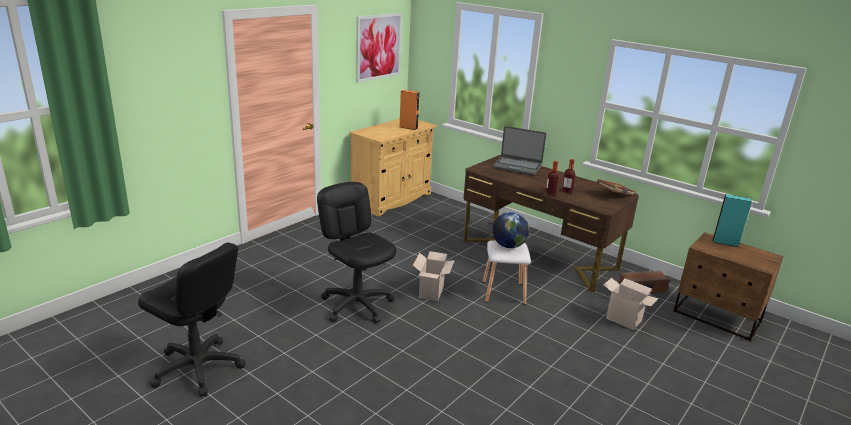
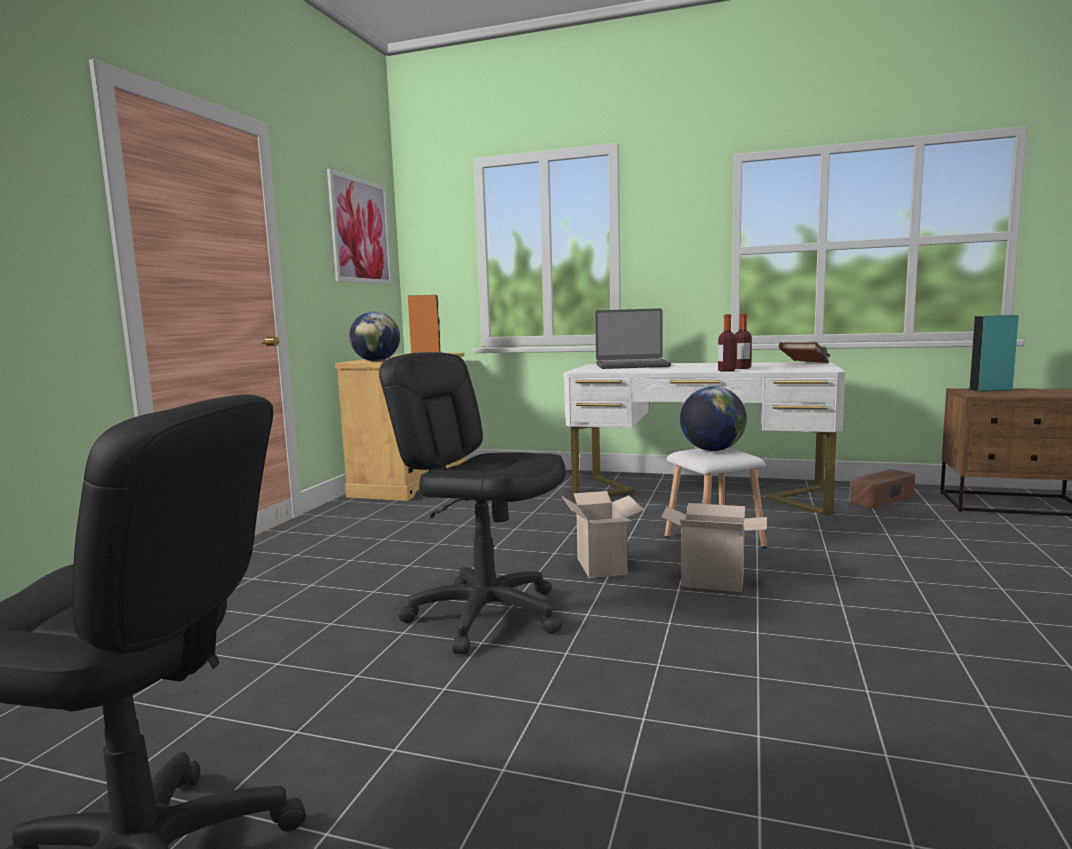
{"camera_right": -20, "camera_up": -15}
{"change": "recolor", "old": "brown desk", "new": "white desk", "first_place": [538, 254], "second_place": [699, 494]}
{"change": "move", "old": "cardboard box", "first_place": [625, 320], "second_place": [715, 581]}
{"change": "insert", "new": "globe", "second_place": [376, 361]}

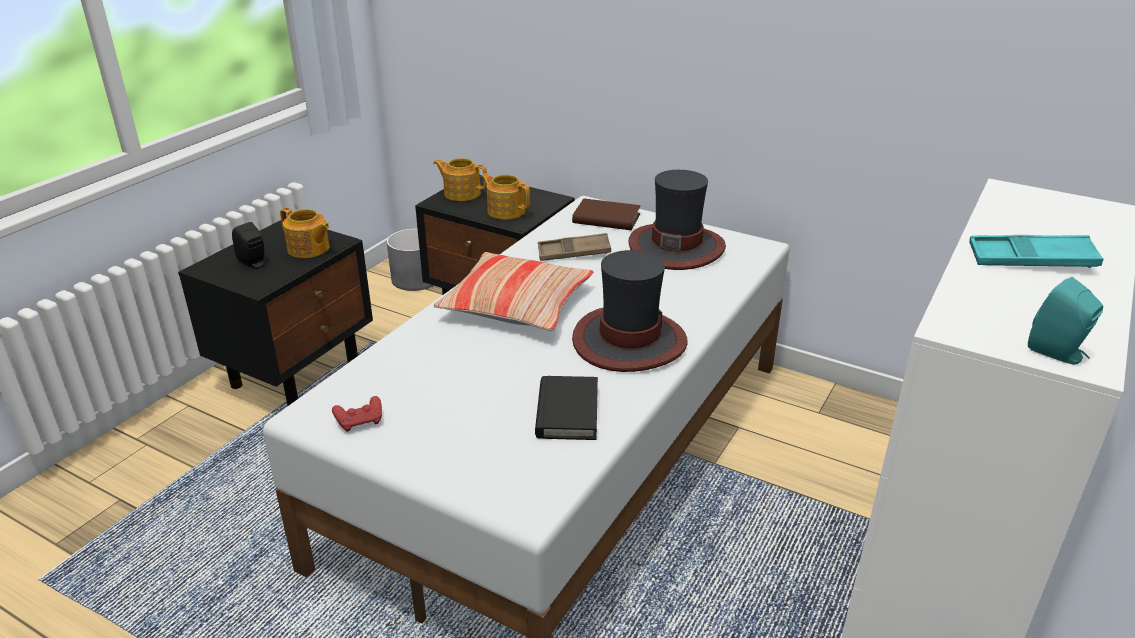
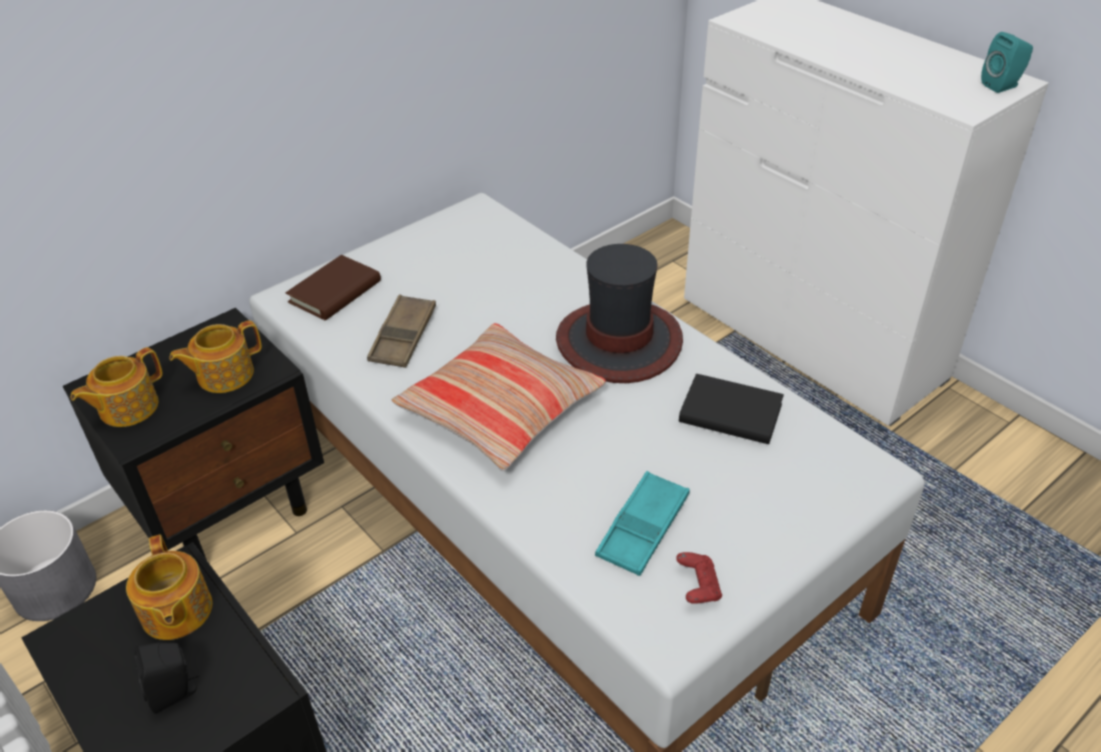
{"camera_right": -70, "camera_up": 10}
{"change": "rotate", "old": "teapot", "first_place": [309, 249], "second_place": [176, 612], "degrees": 105}
{"change": "delete", "old": "hat", "first_place": [676, 247]}
{"change": "move", "old": "turquoise tray", "first_place": [1031, 259], "second_place": [643, 528]}

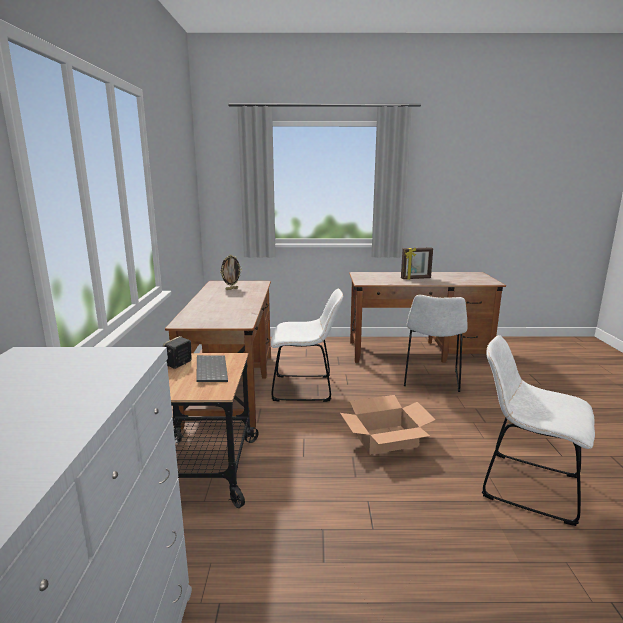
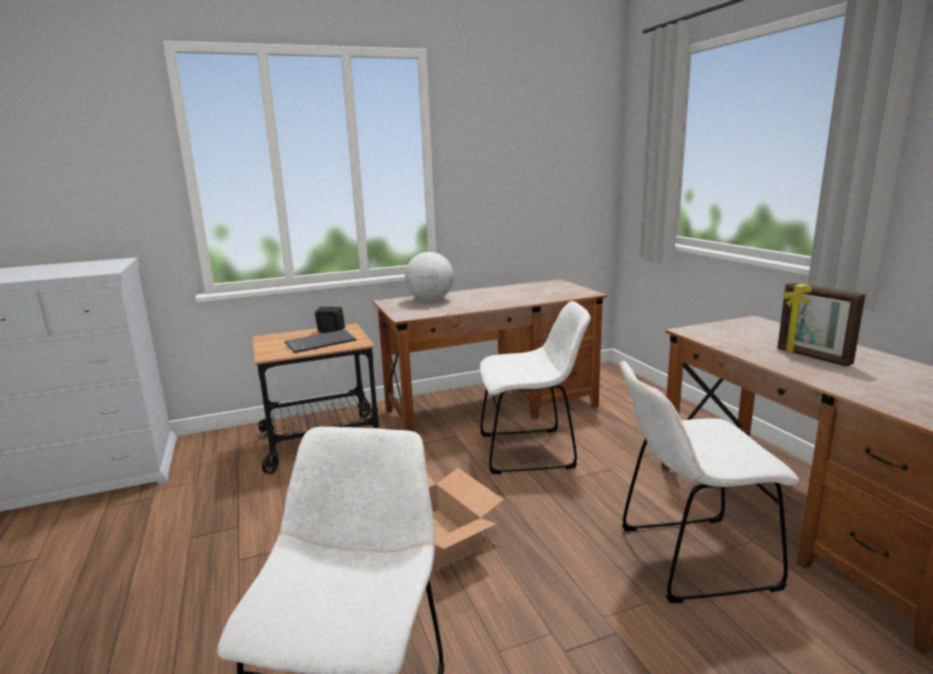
{"camera_right": 70, "camera_up": 0}
{"change": "delete", "old": "picture frame", "first_place": [231, 289]}
{"change": "rotate", "old": "white chair", "first_place": [306, 388], "second_place": [532, 451], "degrees": -75}
{"change": "insert", "new": "globe", "second_place": [430, 300]}

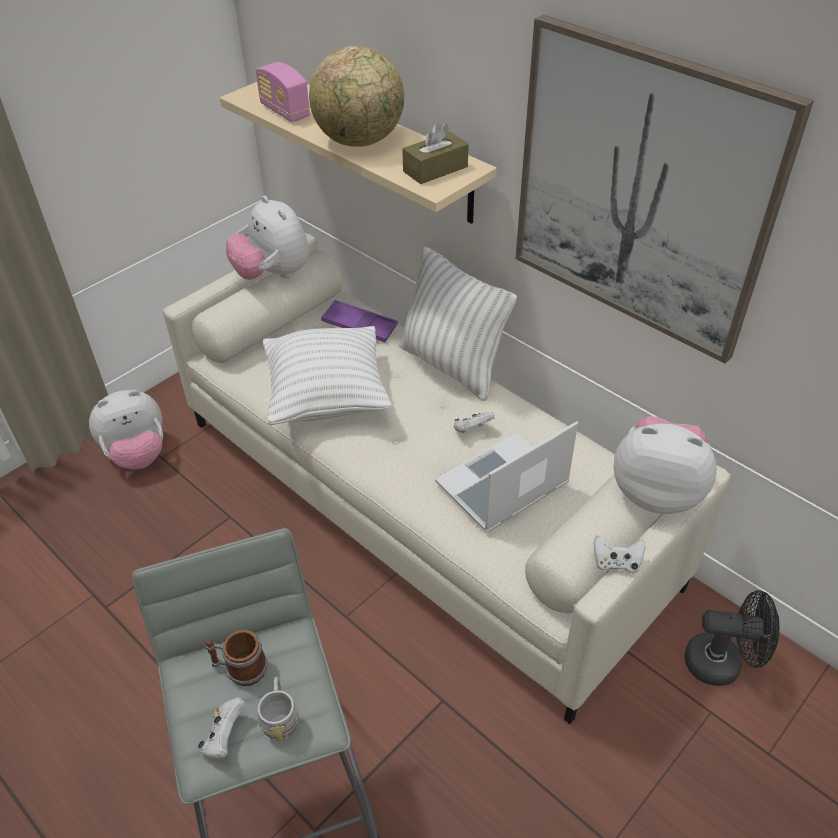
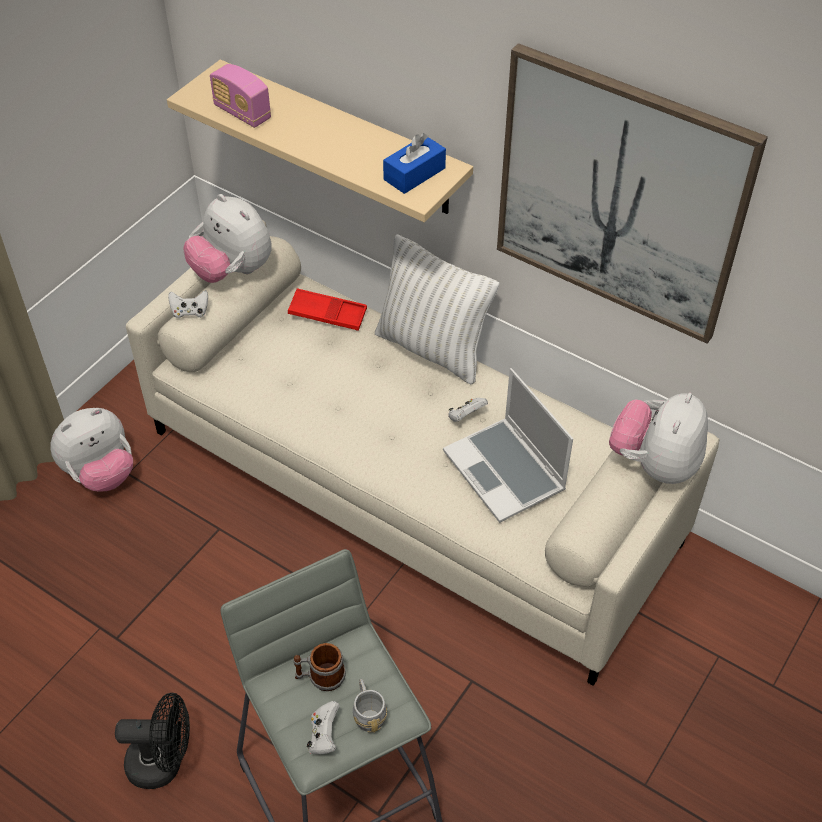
{"camera_right": -10, "camera_up": 5}
{"change": "delete", "old": "white pillow", "first_place": [327, 397]}
{"change": "delete", "old": "globe", "first_place": [360, 141]}
{"change": "recolor", "old": "purple tray", "new": "red tray", "first_place": [359, 326], "second_place": [327, 314]}
{"change": "recolor", "old": "brown tissue box", "new": "blue tissue box", "first_place": [435, 169], "second_place": [414, 174]}
{"change": "rotate", "old": "laptop", "first_place": [502, 486], "second_place": [506, 472], "degrees": -75}
{"change": "move", "old": "white game controller", "first_place": [616, 563], "second_place": [190, 312]}
{"change": "rotate", "old": "plush toy", "first_place": [656, 491], "second_place": [654, 464], "degrees": -75}
{"change": "move", "old": "black fan", "first_place": [722, 663], "second_place": [164, 763]}

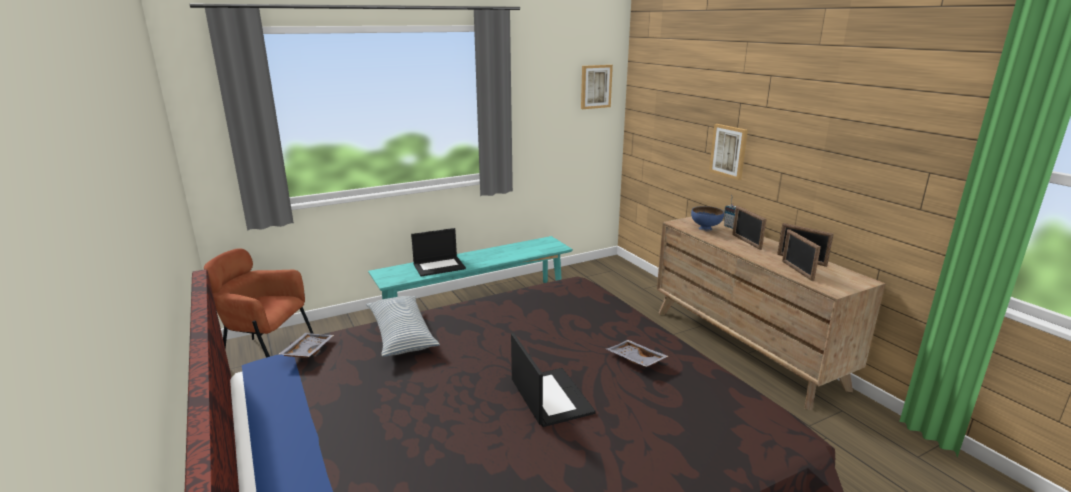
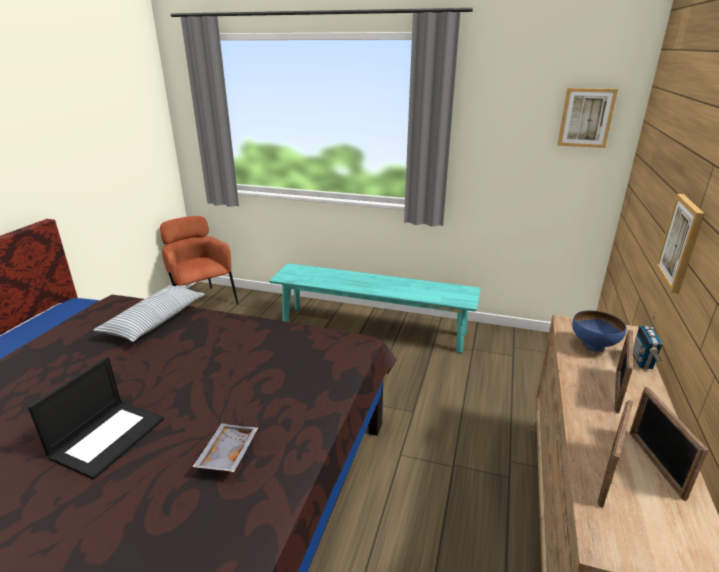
{"camera_right": 45, "camera_up": 5}
{"change": "delete", "old": "grey tray", "first_place": [307, 351]}
{"change": "delete", "old": "laptop", "first_place": [439, 266]}

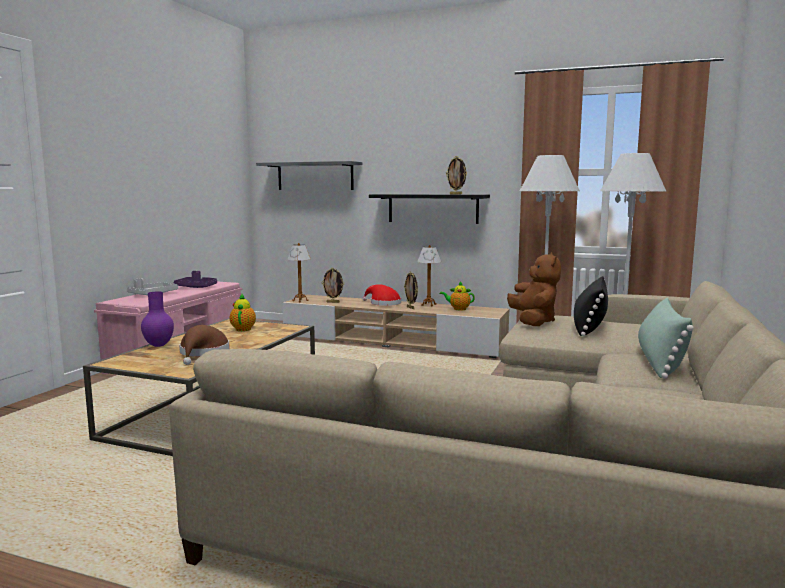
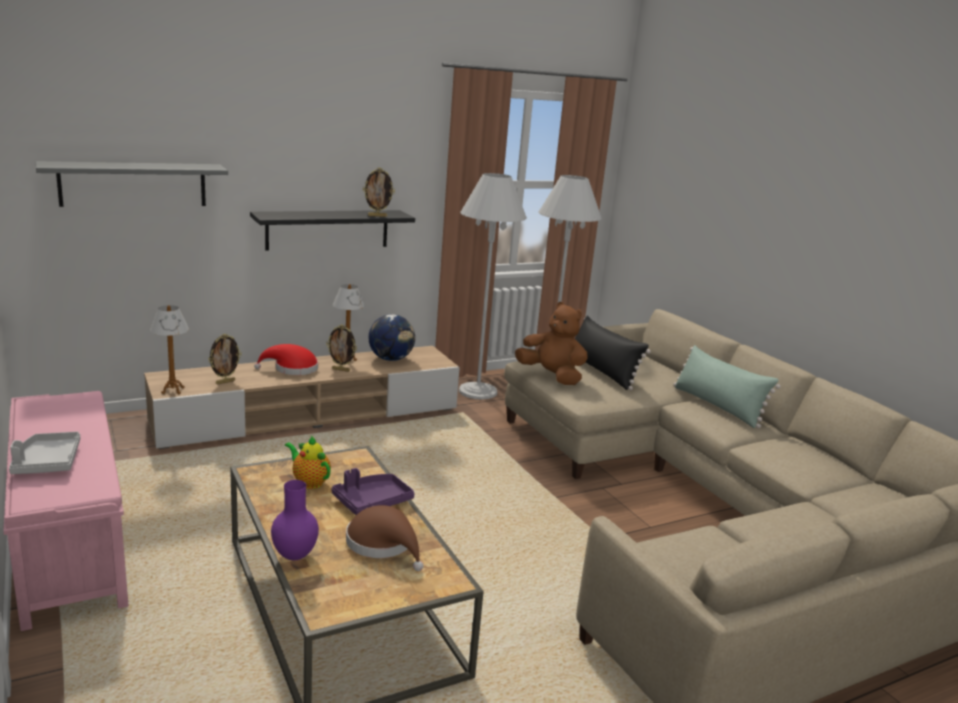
{"camera_right": -50, "camera_up": 10}
{"change": "move", "old": "purple tray", "first_place": [196, 287], "second_place": [372, 502]}
{"change": "replace", "old": "teapot", "new": "globe", "first_place": [458, 309], "second_place": [391, 359]}

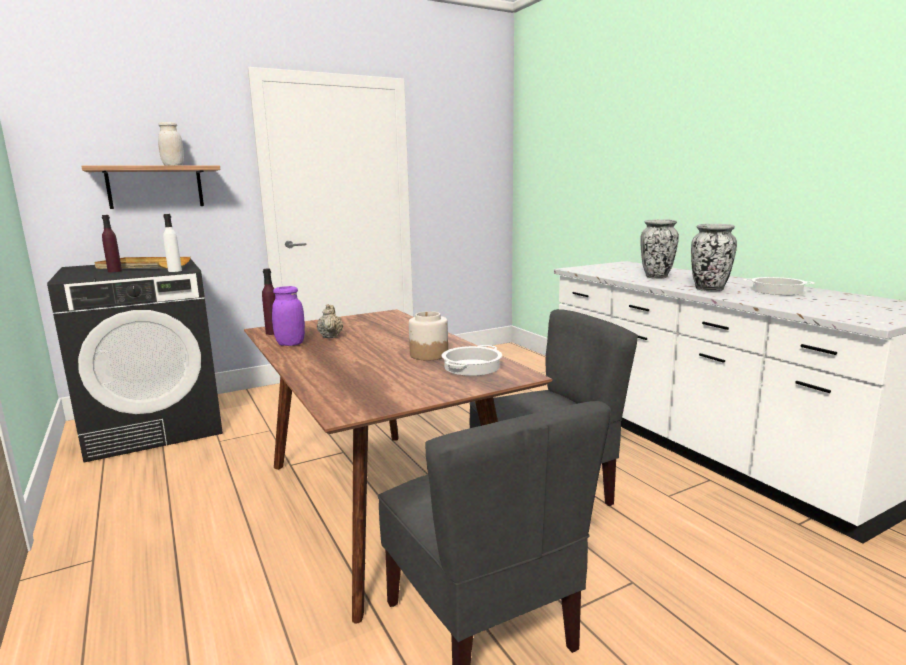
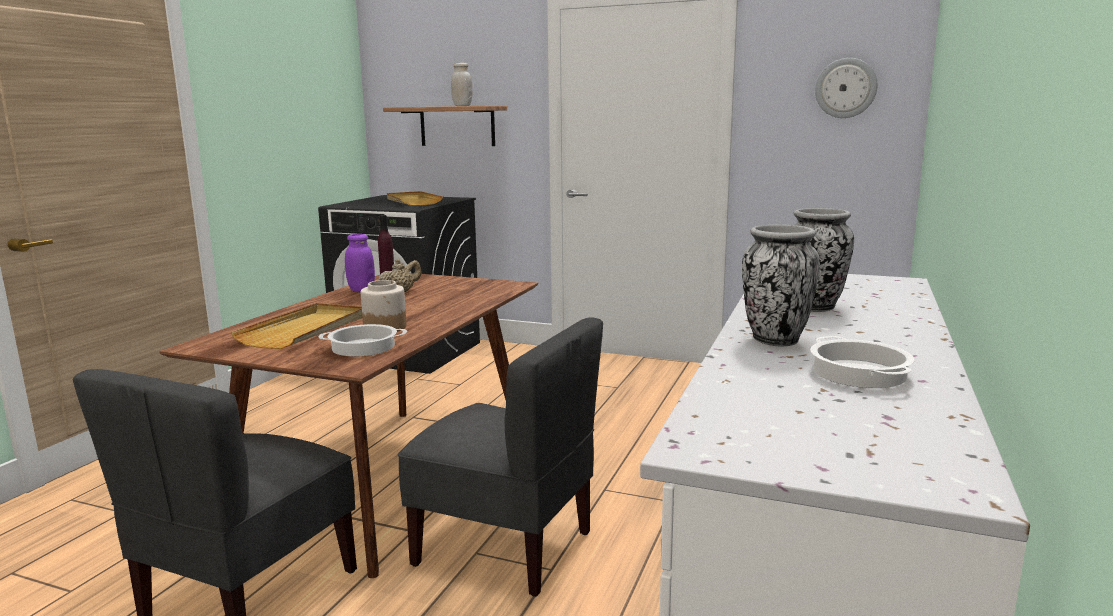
{"camera_right": 50, "camera_up": 0}
{"change": "delete", "old": "purple bottle", "first_place": [114, 271]}
{"change": "delete", "old": "white bottle", "first_place": [175, 271]}
{"change": "insert", "new": "beige tray", "second_place": [305, 329]}
{"change": "insert", "new": "wall clock", "second_place": [845, 88]}

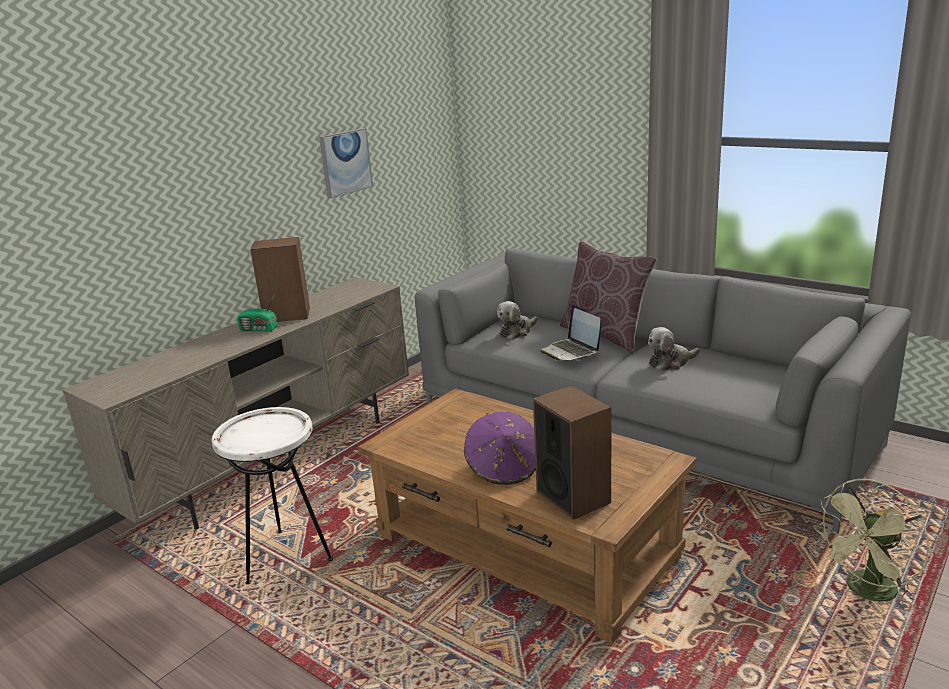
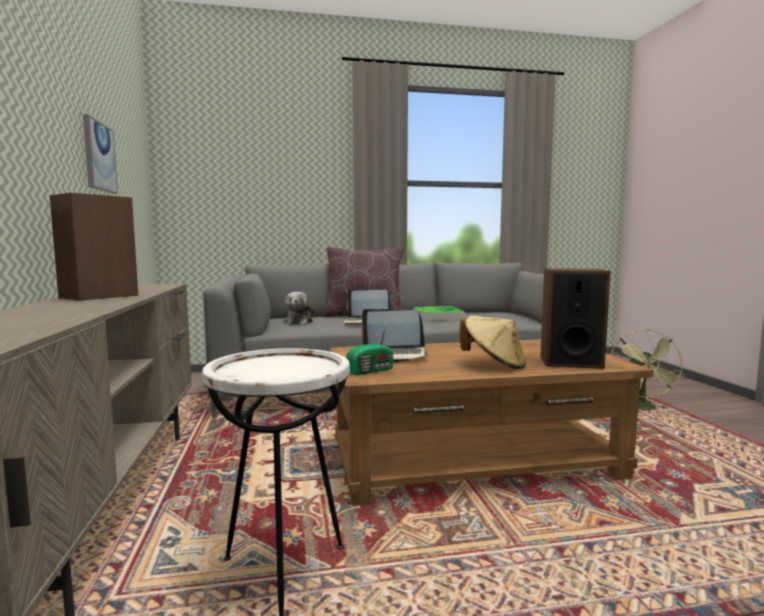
{"camera_right": -50, "camera_up": -15}
{"change": "move", "old": "radio", "first_place": [259, 329], "second_place": [372, 370]}
{"change": "recolor", "old": "purple hat", "new": "beige hat", "first_place": [504, 468], "second_place": [494, 364]}
{"change": "replace", "old": "plush toy", "new": "tray", "first_place": [670, 362], "second_place": [438, 317]}
{"change": "insert", "new": "laptop", "second_place": [393, 356]}

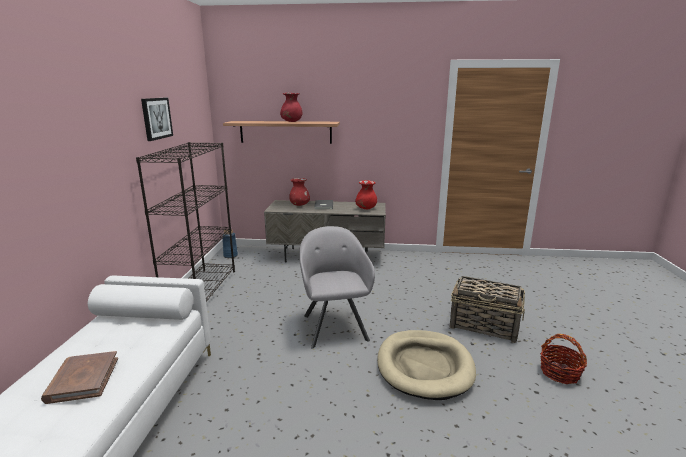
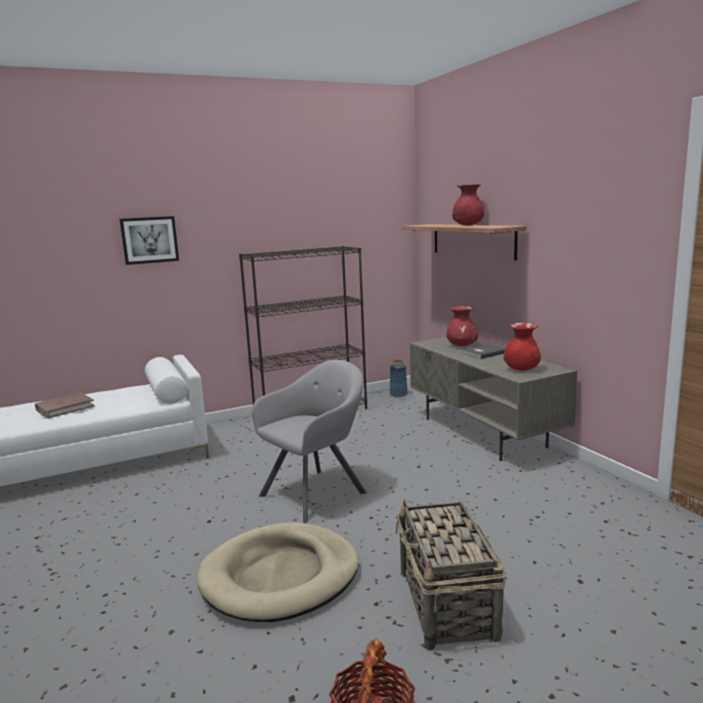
{"camera_right": 60, "camera_up": -5}
{"change": "move", "old": "picture", "first_place": [156, 118], "second_place": [149, 240]}

